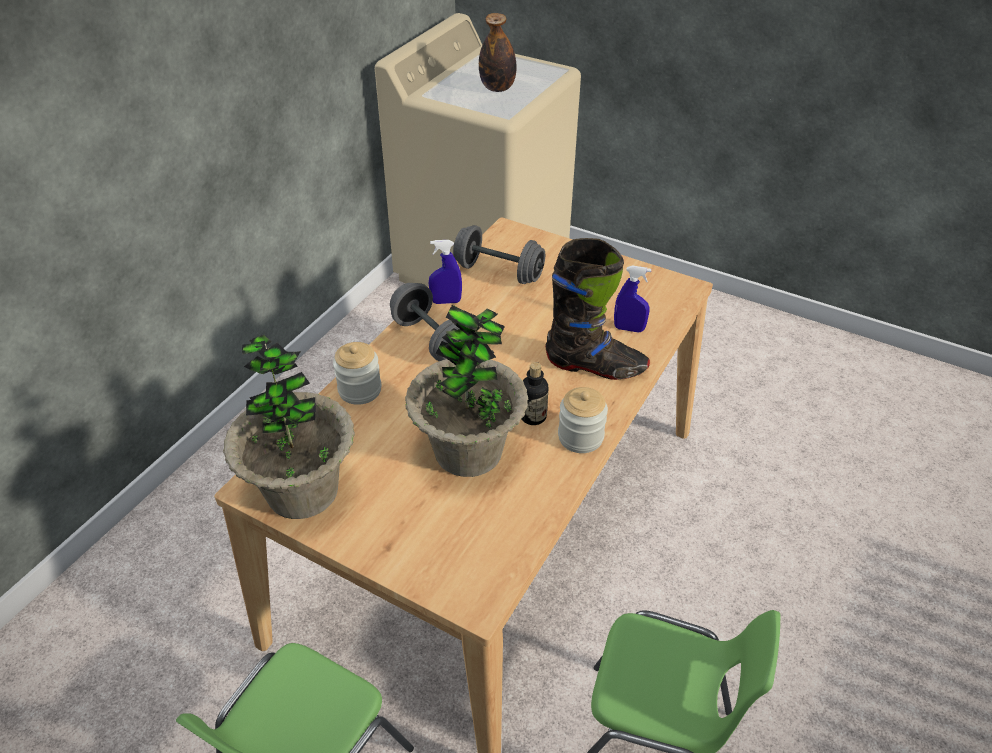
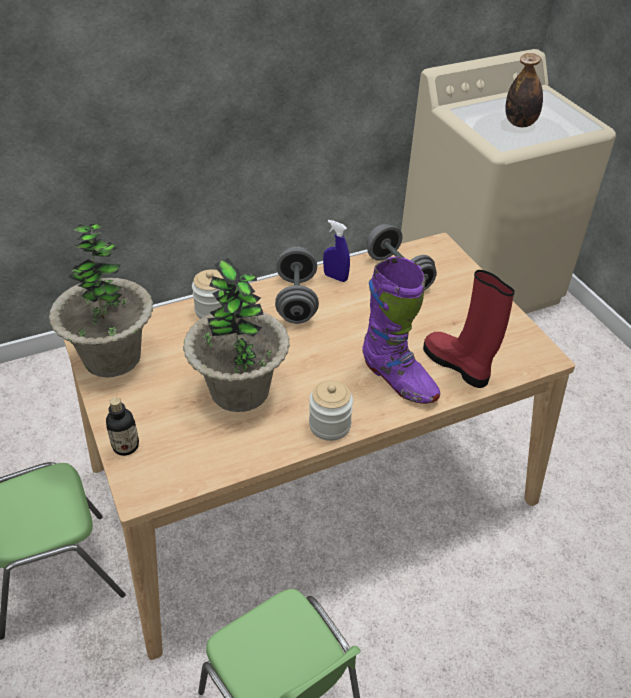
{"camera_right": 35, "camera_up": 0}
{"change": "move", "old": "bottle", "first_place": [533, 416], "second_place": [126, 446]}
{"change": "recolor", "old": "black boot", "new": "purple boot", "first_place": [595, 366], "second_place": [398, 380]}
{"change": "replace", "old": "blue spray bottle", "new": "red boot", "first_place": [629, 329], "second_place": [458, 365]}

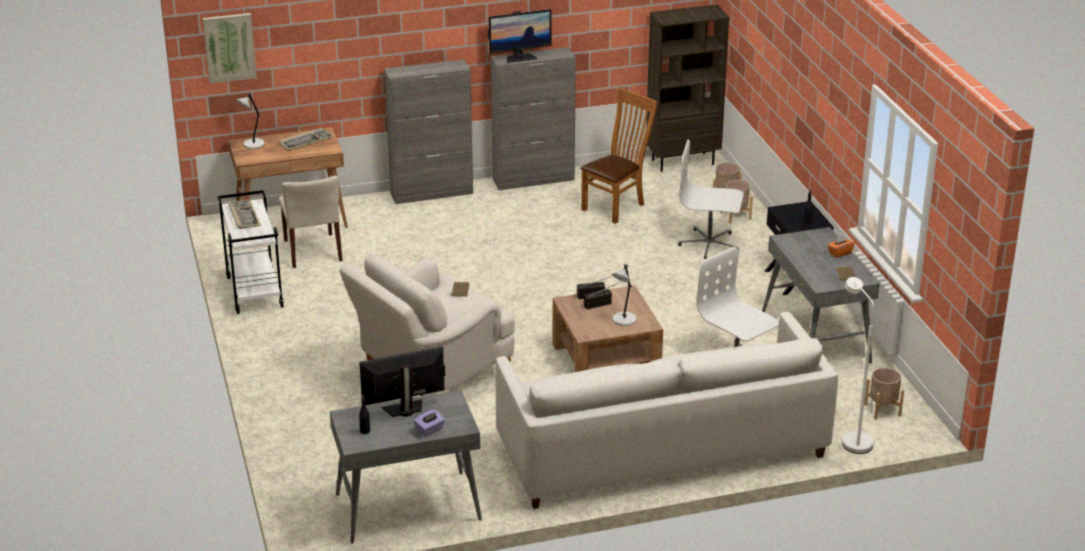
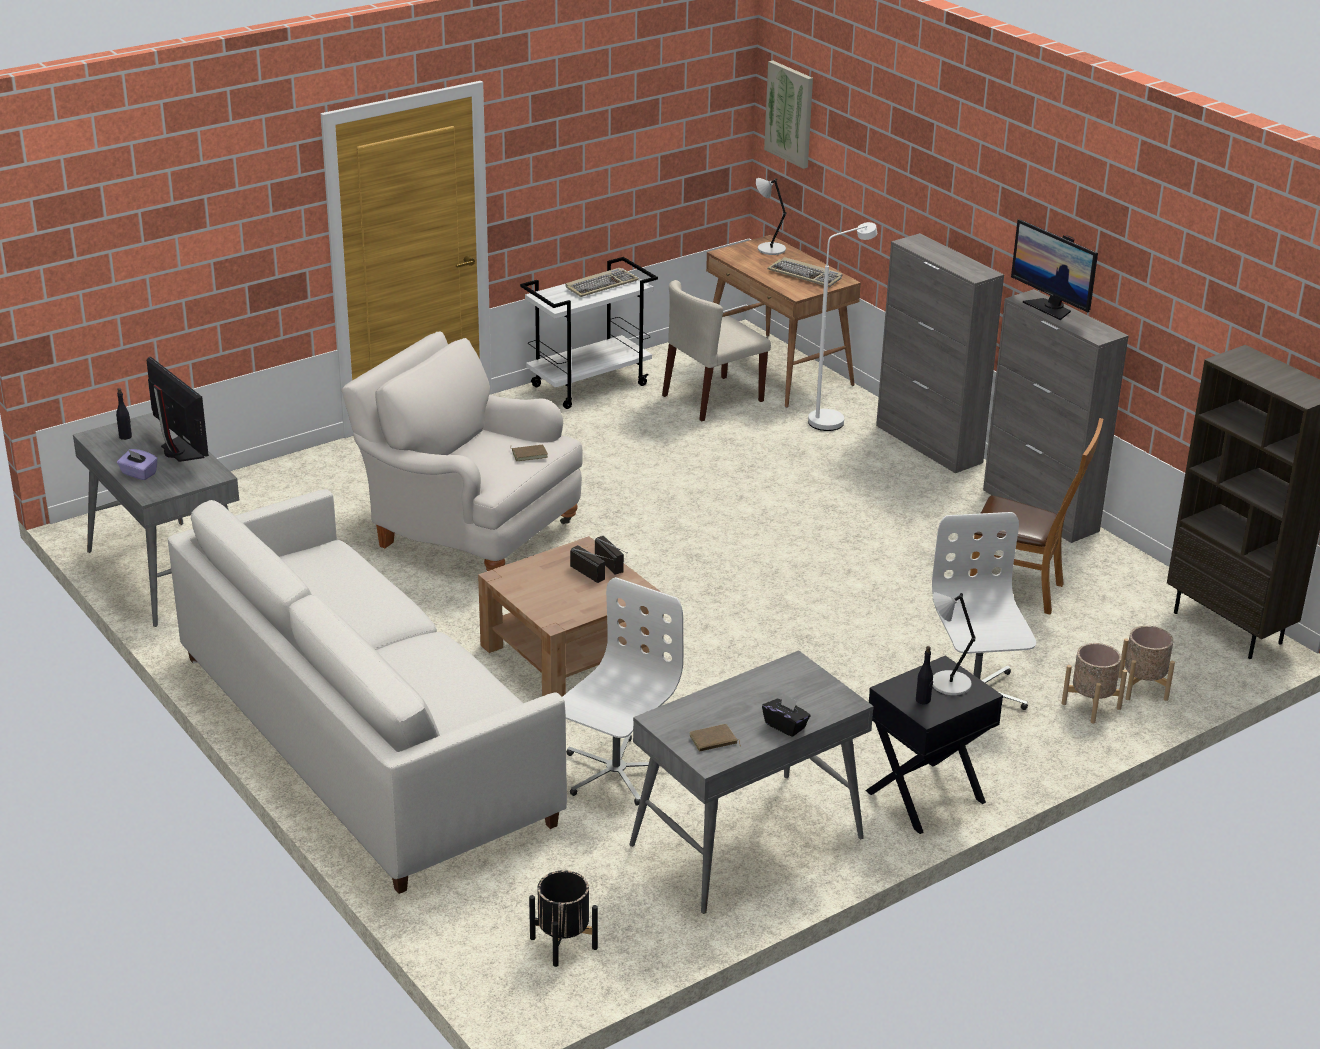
{"camera_right": 70, "camera_up": 0}
{"change": "move", "old": "grey table lamp", "first_place": [623, 320], "second_place": [948, 683]}
{"change": "recolor", "old": "orange tissue box", "new": "black tissue box", "first_place": [840, 253], "second_place": [785, 726]}
{"change": "move", "old": "white floor lamp", "first_place": [852, 439], "second_place": [833, 419]}
{"change": "recolor", "old": "beige planter", "new": "black planter", "first_place": [882, 409], "second_place": [564, 943]}

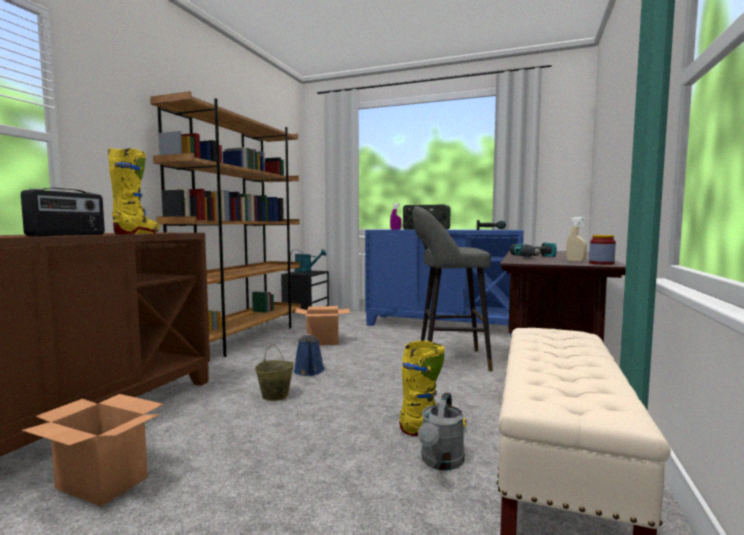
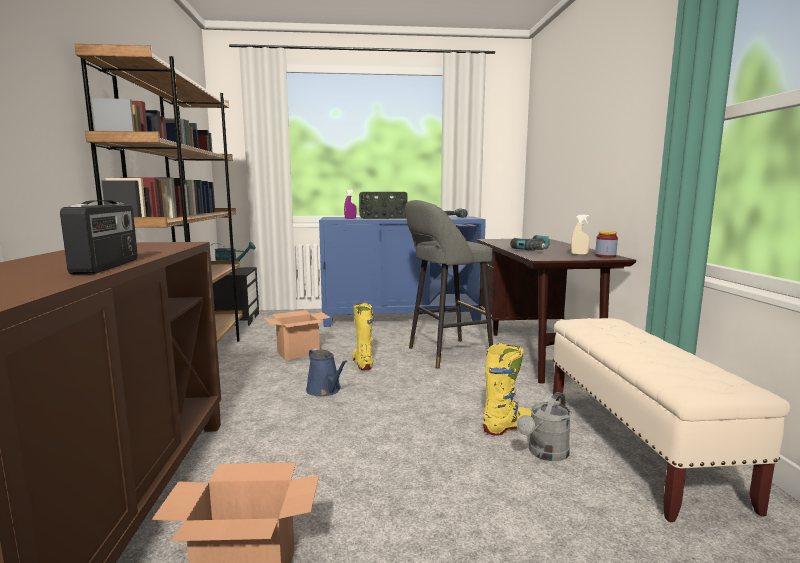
{"camera_right": -25, "camera_up": 5}
{"change": "move", "old": "yellow boot", "first_place": [138, 233], "second_place": [362, 364]}
{"change": "delete", "old": "beige bucket", "first_place": [274, 396]}
{"change": "rotate", "old": "grey watering can", "first_place": [440, 462], "second_place": [545, 454], "degrees": 45}

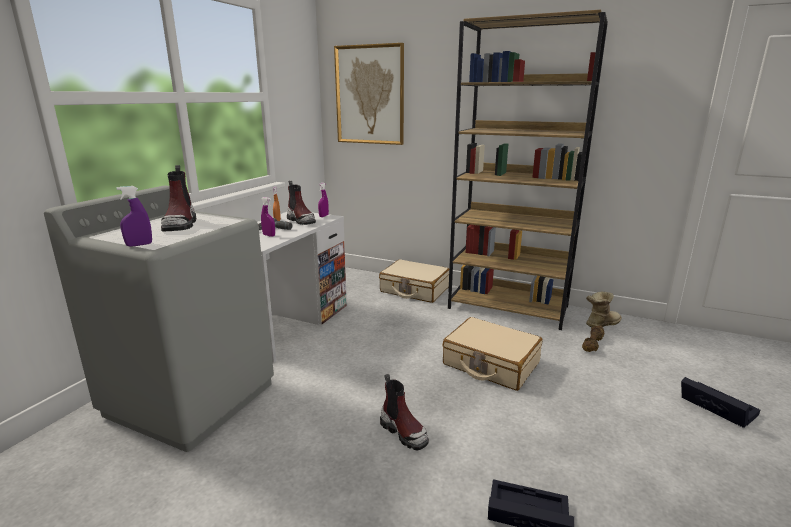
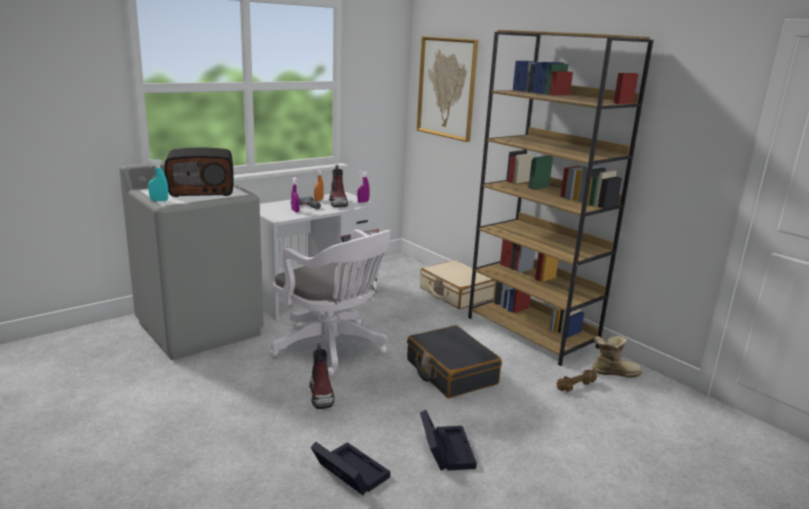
{"camera_right": 25, "camera_up": 0}
{"change": "recolor", "old": "purple spray bottle", "new": "turquoise spray bottle", "first_place": [139, 245], "second_place": [159, 200]}
{"change": "replace", "old": "boot", "new": "radio", "first_place": [180, 225], "second_place": [202, 190]}
{"change": "recolor", "old": "beige suitcase", "new": "black suitcase", "first_place": [490, 364], "second_place": [450, 372]}
{"change": "move", "old": "black storage box", "first_place": [714, 407], "second_place": [445, 449]}
{"change": "insert", "new": "white office chair", "second_place": [333, 348]}

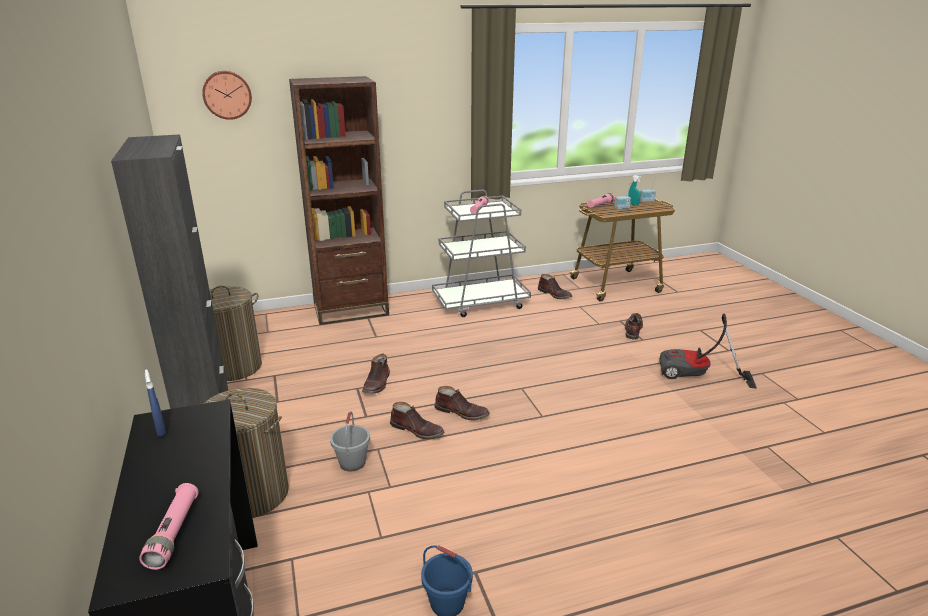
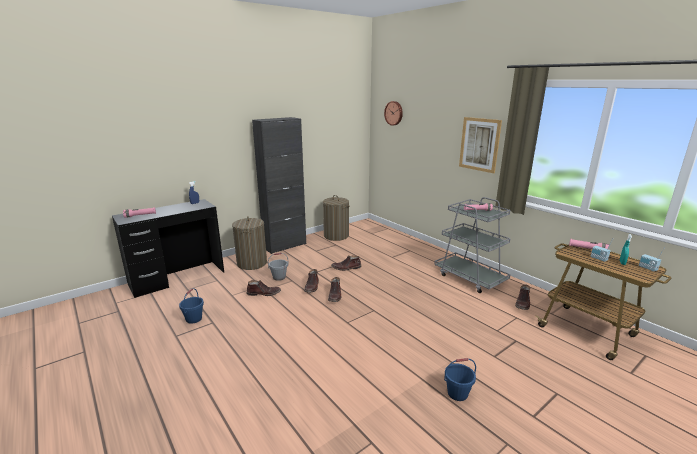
{"camera_right": 70, "camera_up": -5}
{"change": "delete", "old": "brown bookcase", "first_place": [351, 310]}
{"change": "move", "old": "brown boot", "first_place": [633, 329], "second_place": [264, 293]}
{"change": "replace", "old": "vacuum cleaner", "new": "blue bucket", "first_place": [696, 376], "second_place": [457, 393]}
{"change": "insert", "new": "picture", "second_place": [479, 144]}

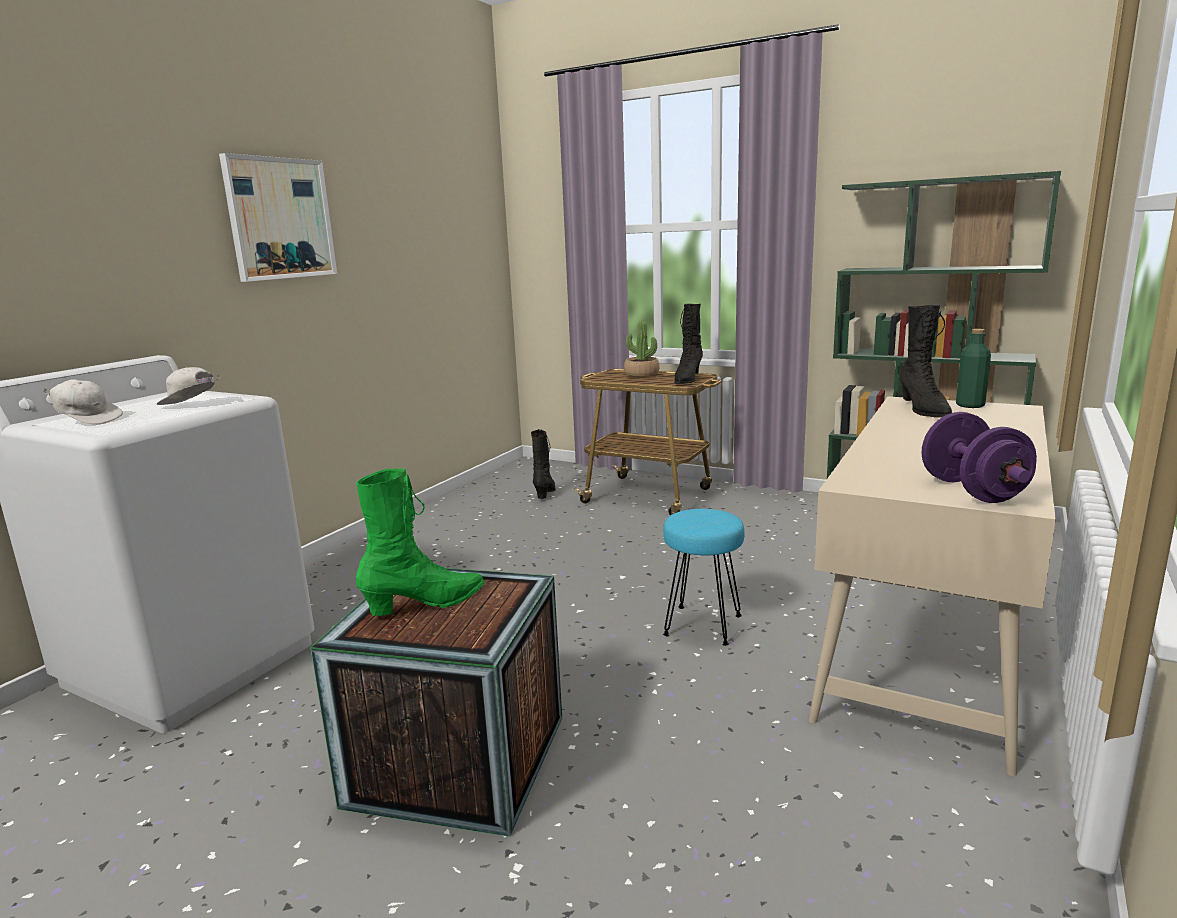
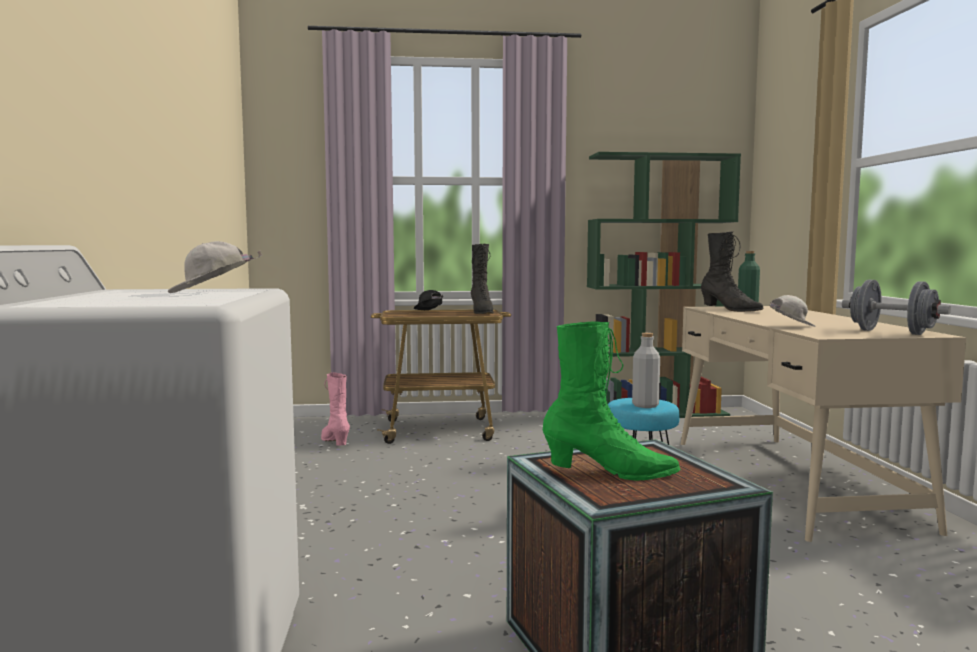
{"camera_right": -35, "camera_up": -10}
{"change": "move", "old": "white cap", "first_place": [88, 420], "second_place": [790, 326]}
{"change": "delete", "old": "picture", "first_place": [280, 219]}
{"change": "rotate", "old": "green boot", "first_place": [426, 604], "second_place": [610, 472], "degrees": 75}
{"change": "recolor", "old": "black boot", "new": "pink boot", "first_place": [545, 493], "second_place": [335, 442]}
{"change": "replace", "old": "potted plant", "new": "black cap", "first_place": [641, 374], "second_place": [429, 311]}
{"change": "recolor", "old": "purple dumbbell", "new": "grey dumbbell", "first_place": [972, 491], "second_place": [892, 332]}
{"change": "insert", "new": "grey bottle", "second_place": [645, 405]}

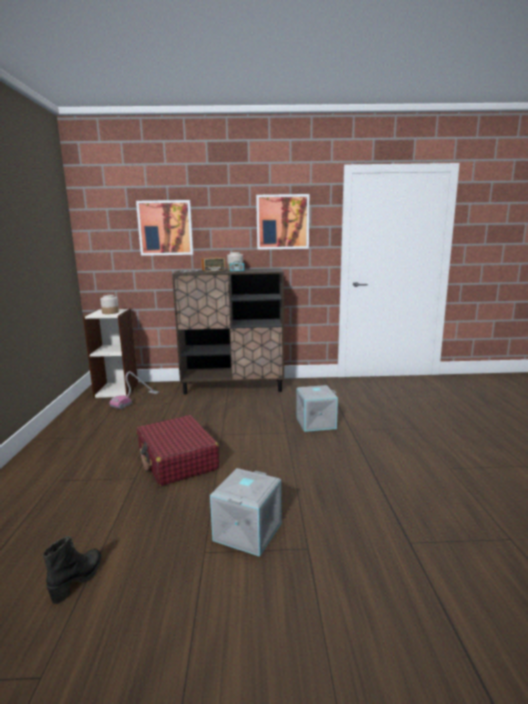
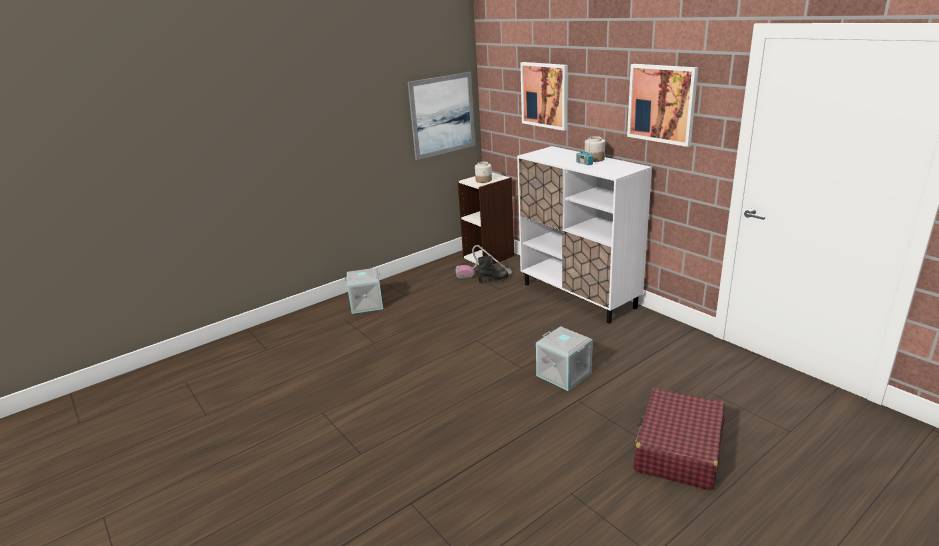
{"camera_right": 55, "camera_up": 10}
{"change": "move", "old": "black boot", "first_place": [78, 580], "second_place": [494, 280]}
{"change": "move", "old": "red suitcase", "first_place": [177, 460], "second_place": [678, 449]}
{"change": "recolor", "old": "brown cabinet", "new": "white cabinet", "first_place": [234, 387], "second_place": [578, 296]}
{"change": "delete", "old": "radio", "first_place": [200, 271]}
{"change": "move", "old": "grey storage box", "first_place": [247, 531], "second_place": [367, 304]}
{"change": "insert", "new": "picture", "second_place": [442, 115]}

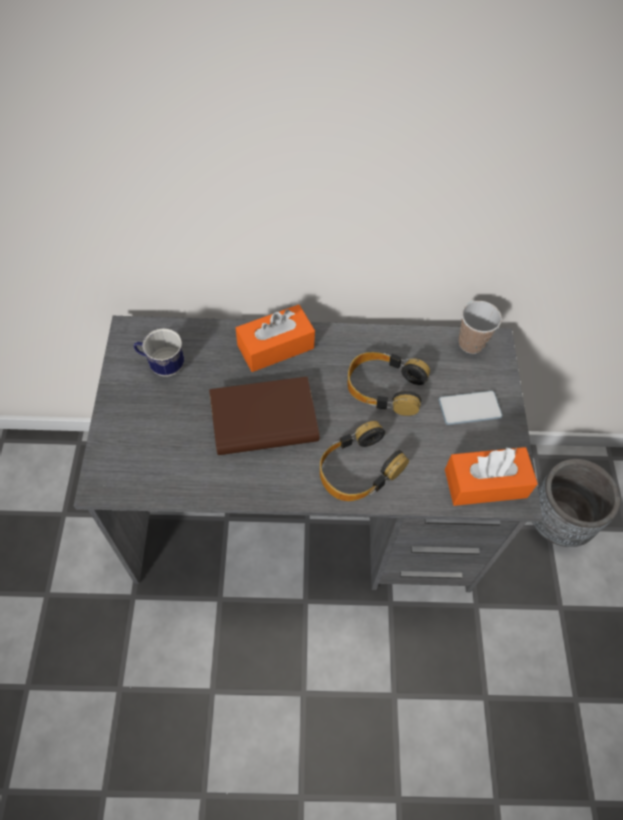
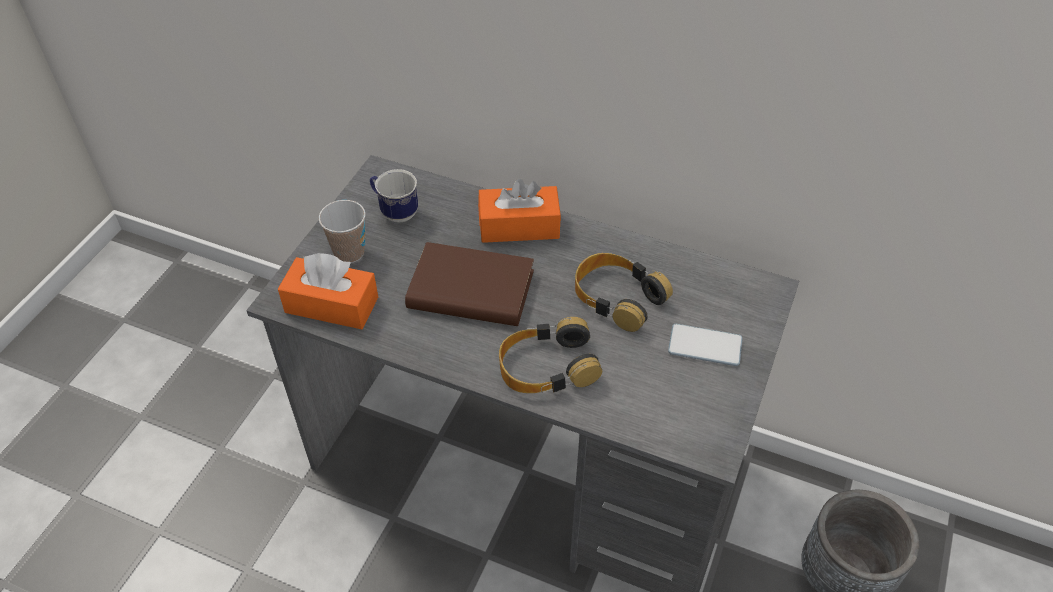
{"camera_right": 25, "camera_up": -10}
{"change": "move", "old": "orange tissue box", "first_place": [485, 483], "second_place": [331, 305]}
{"change": "move", "old": "cup", "first_place": [471, 343], "second_place": [349, 252]}

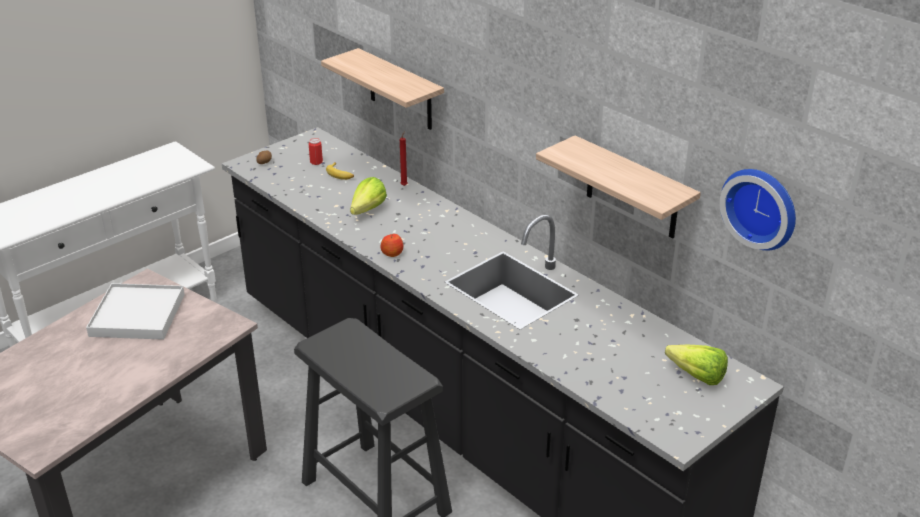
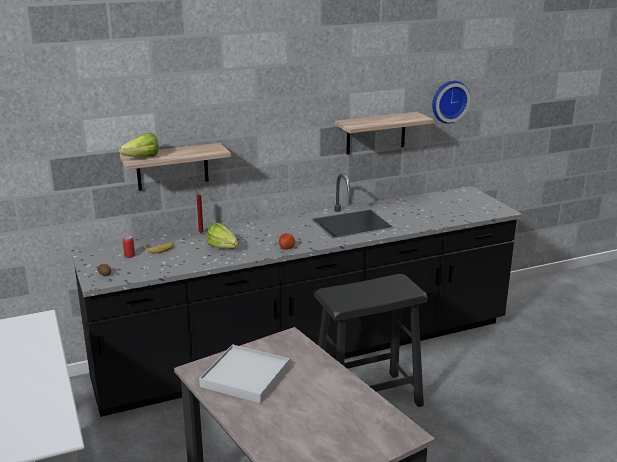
{"camera_right": -70, "camera_up": -10}
{"change": "move", "old": "lettuce", "first_place": [692, 374], "second_place": [139, 158]}

